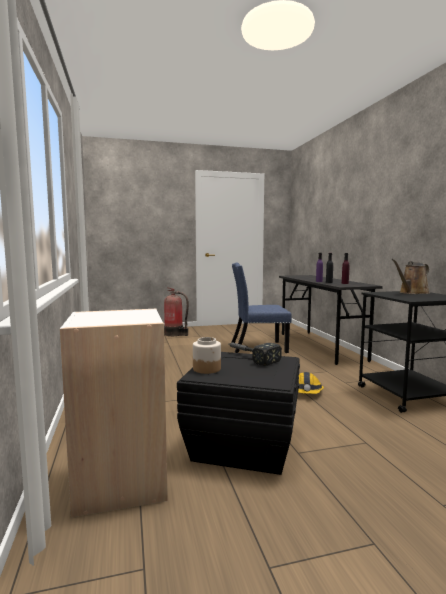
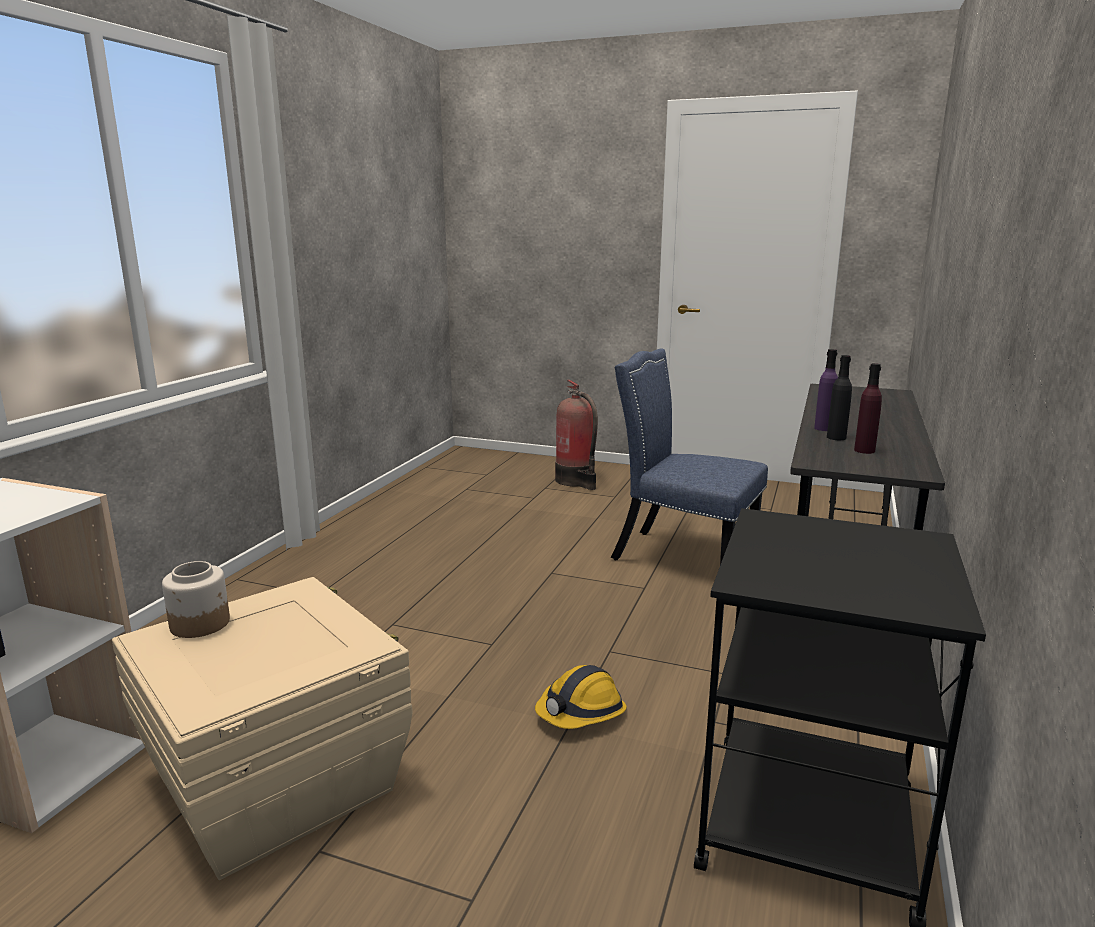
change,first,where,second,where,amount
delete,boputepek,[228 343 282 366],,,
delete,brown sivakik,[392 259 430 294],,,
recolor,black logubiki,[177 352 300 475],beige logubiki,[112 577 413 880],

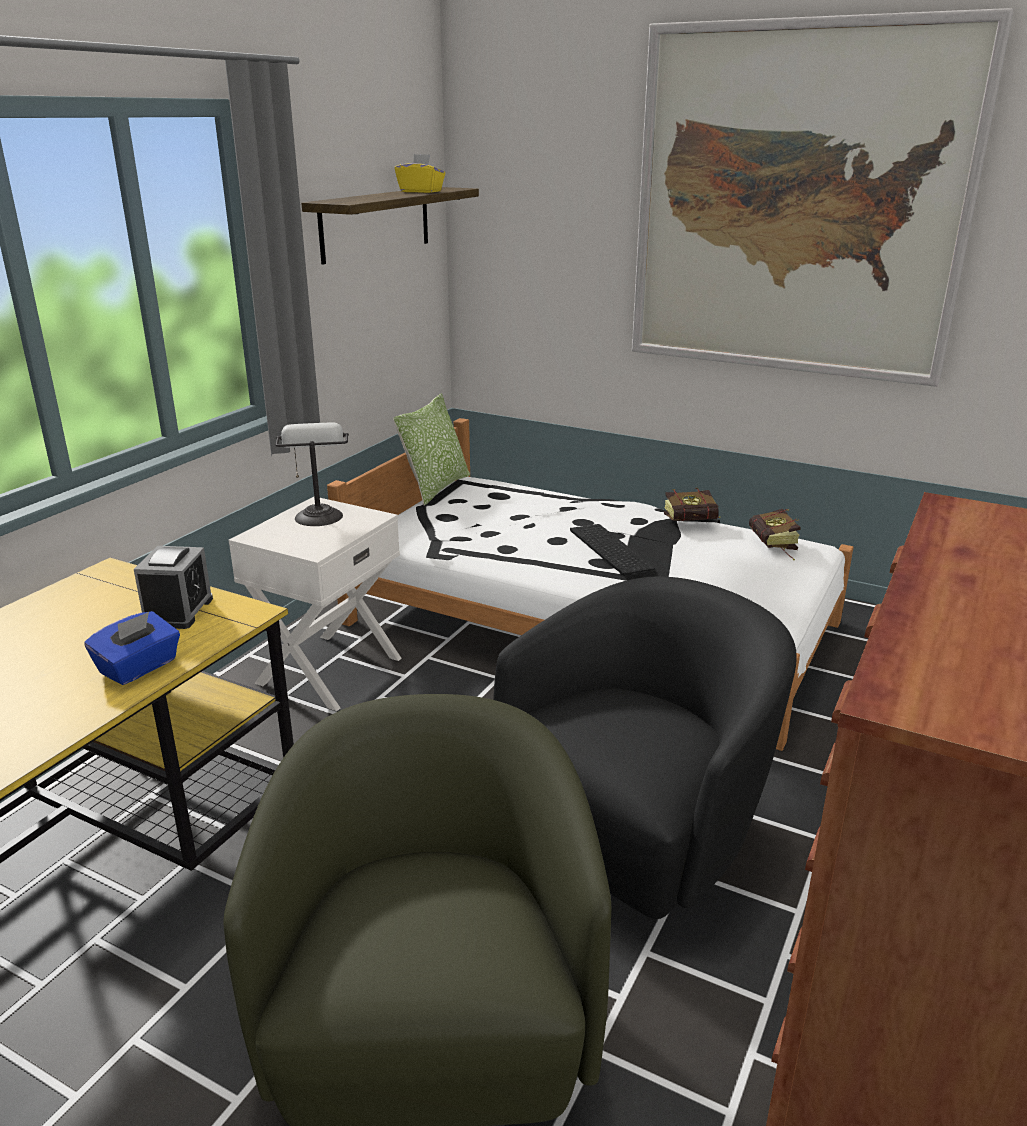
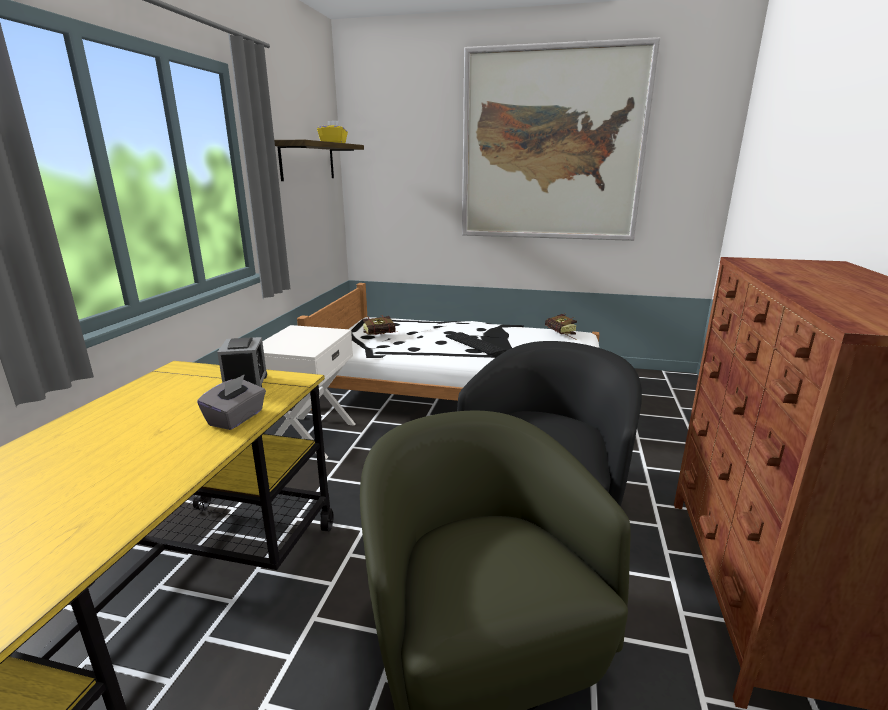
change,first,where,second,where,amount
delete,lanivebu,[275 422 349 526],,,
delete,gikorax,[393 393 470 506],,,
move,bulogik,[664 488 720 521],,[363 315 398 335],
recolor,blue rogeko,[85 611 180 685],grey rogeko,[197 374 266 430],

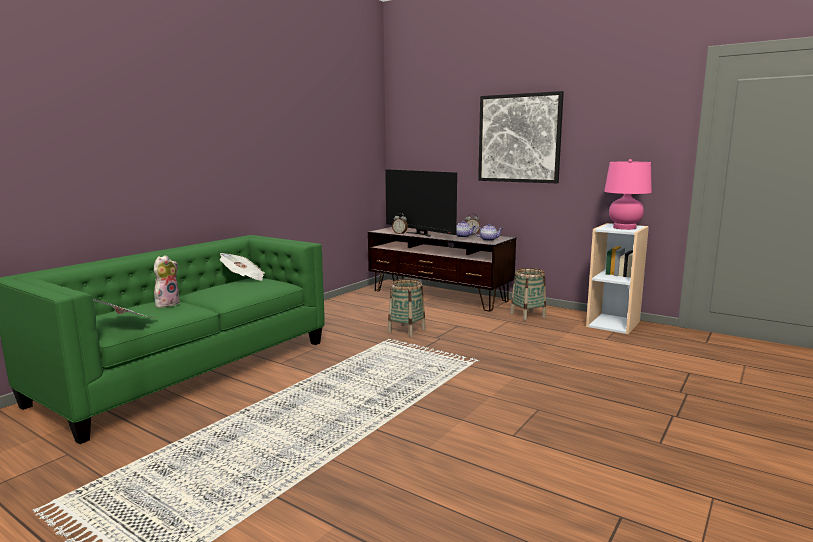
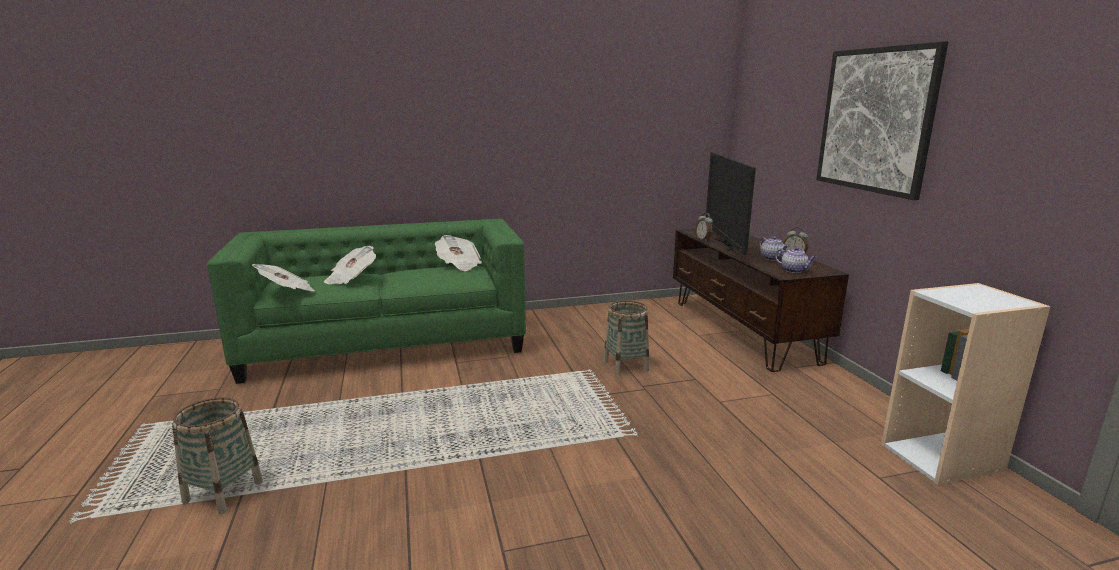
change,first,where,second,where,amount
delete,pink lanivebu,[604 159 652 230],,,
move,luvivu,[510 268 546 321],,[172 397 263 514],
replace,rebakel,[154 255 180 308],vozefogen,[324 246 376 284],

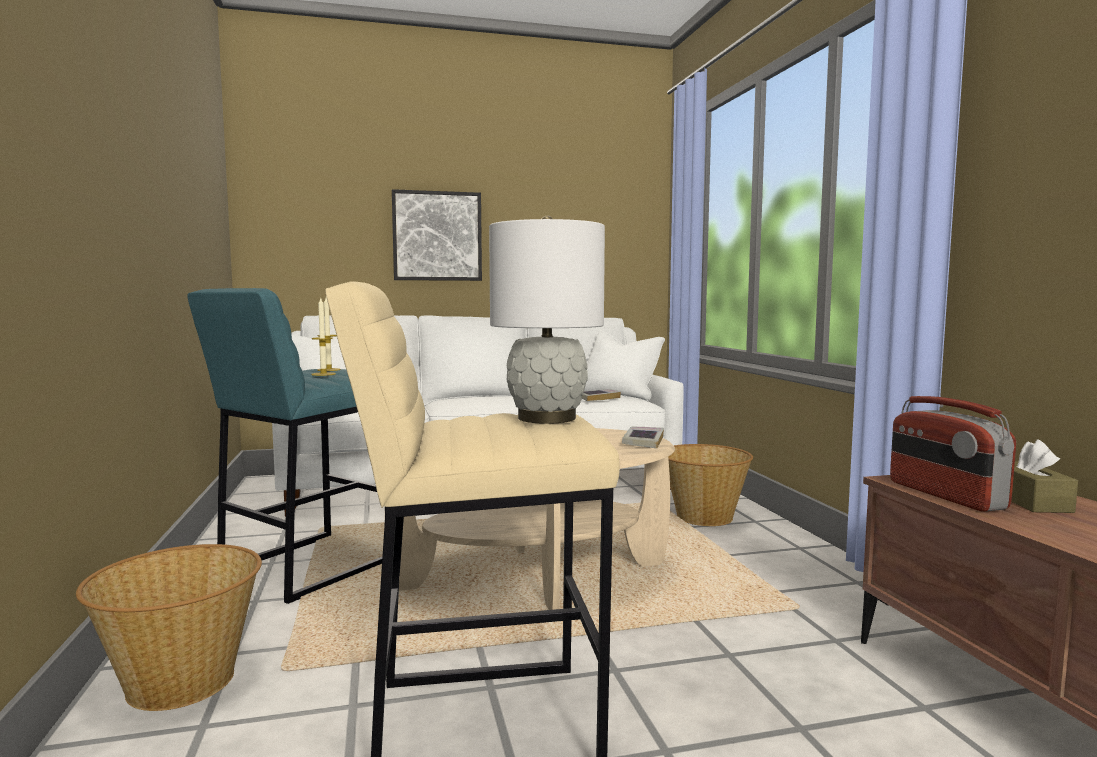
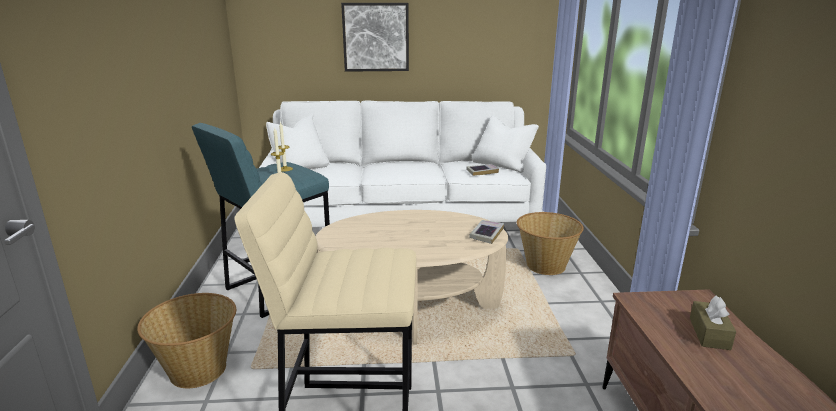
change,first,where,second,where,amount
delete,white lanivebu,[489 216 605 424],,,
delete,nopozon,[890 396 1016 512],,,

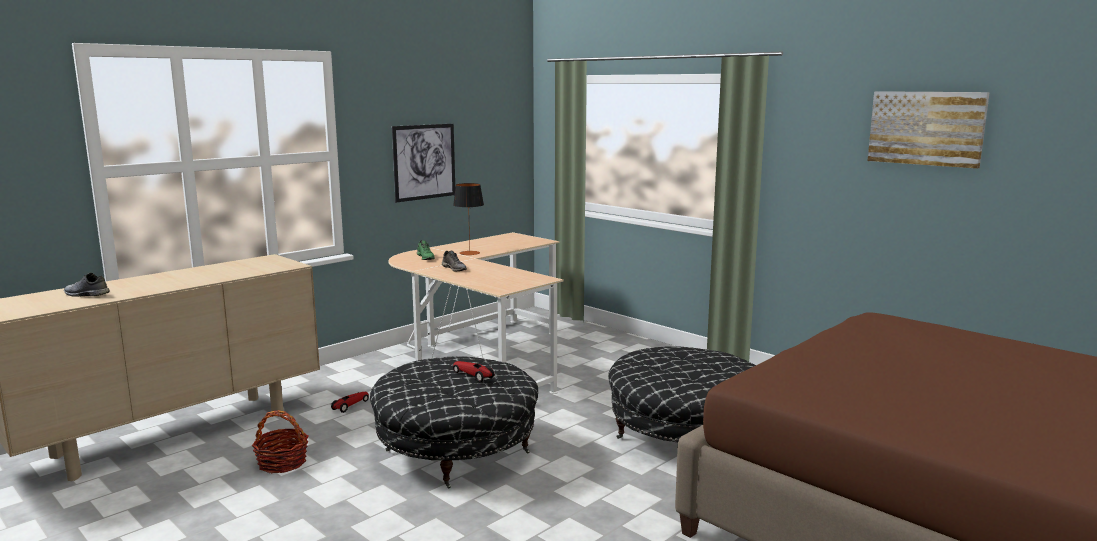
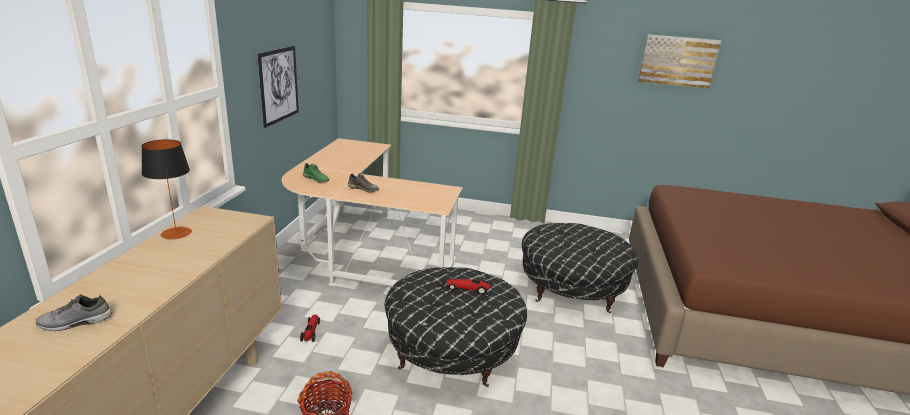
change,first,where,second,where,amount
move,lanivebu,[453 183 484 255],,[141 139 192 239],

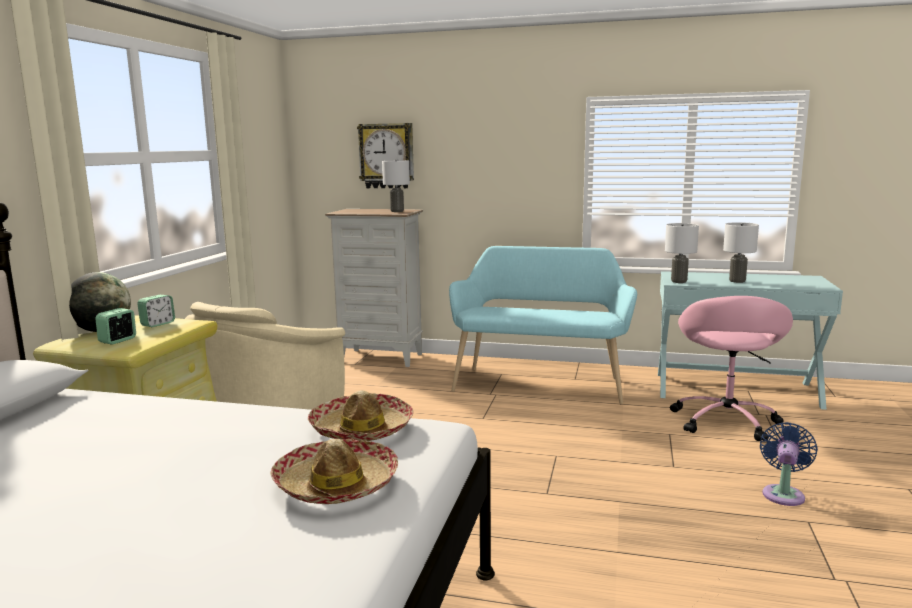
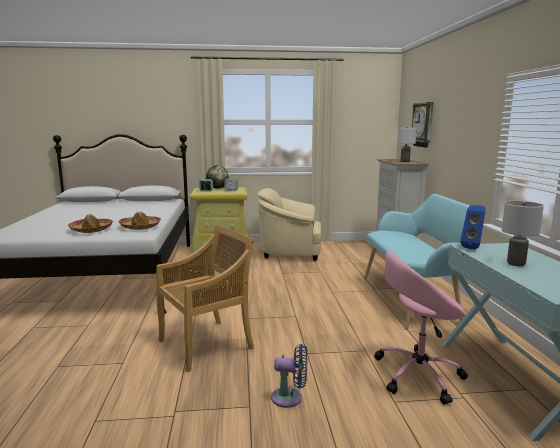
change,first,where,second,where,amount
insert,,,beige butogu,[156 224 255 372],
replace,white lanivebu,[665 223 699 283],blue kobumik,[460 205 486 249],

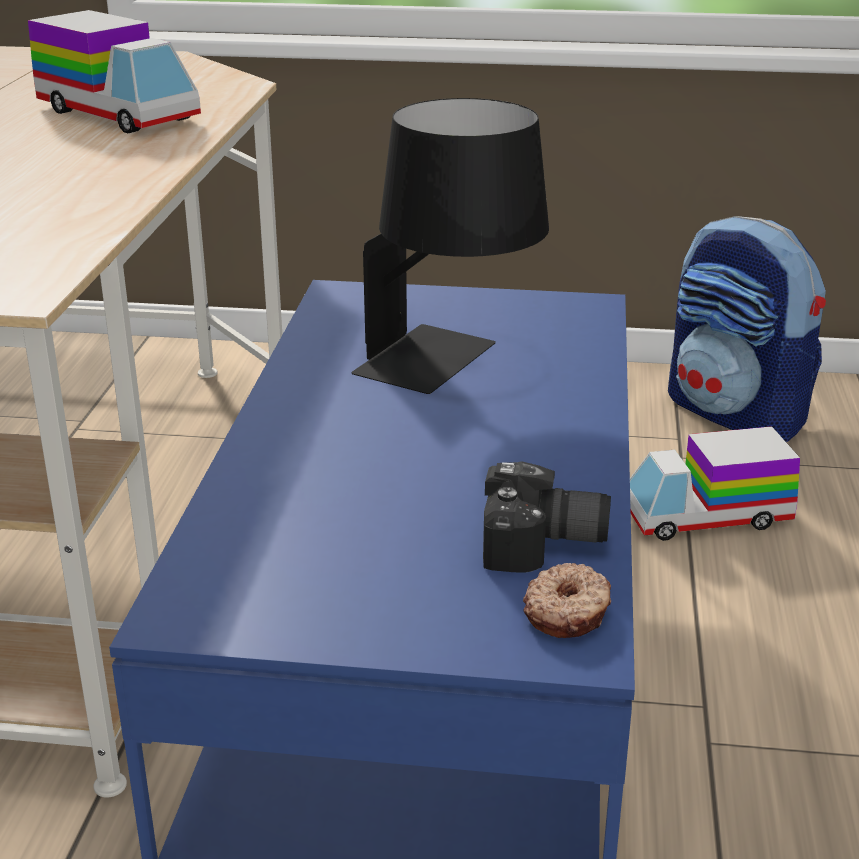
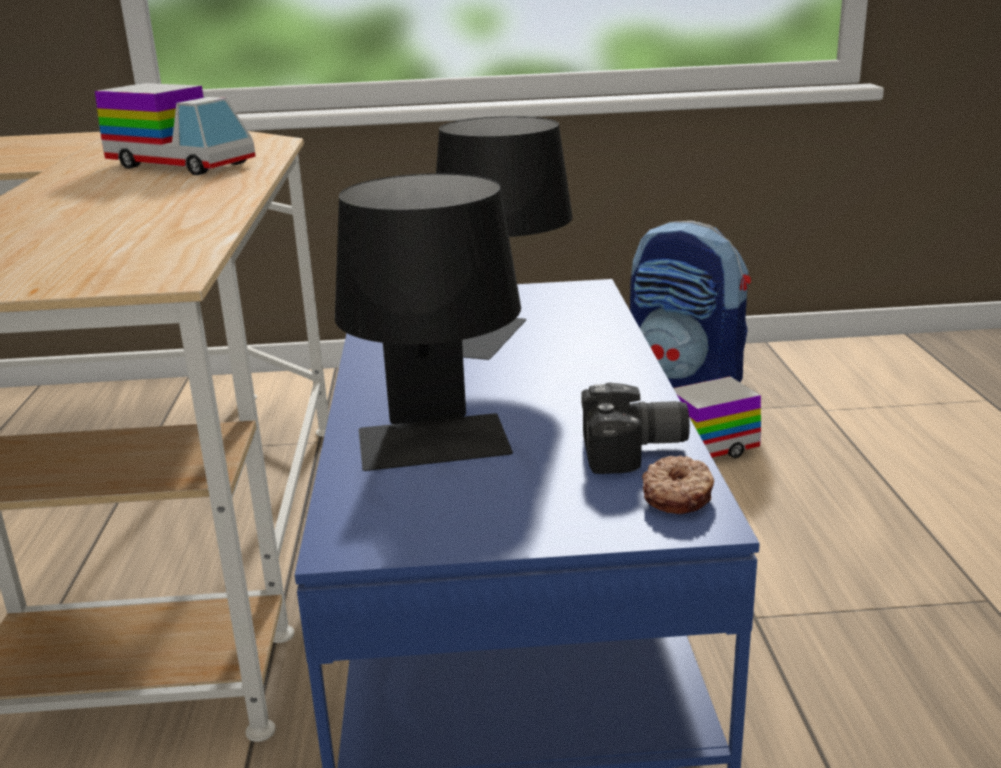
change,first,where,second,where,amount
insert,,,black lanivebu,[335 173 521 471],

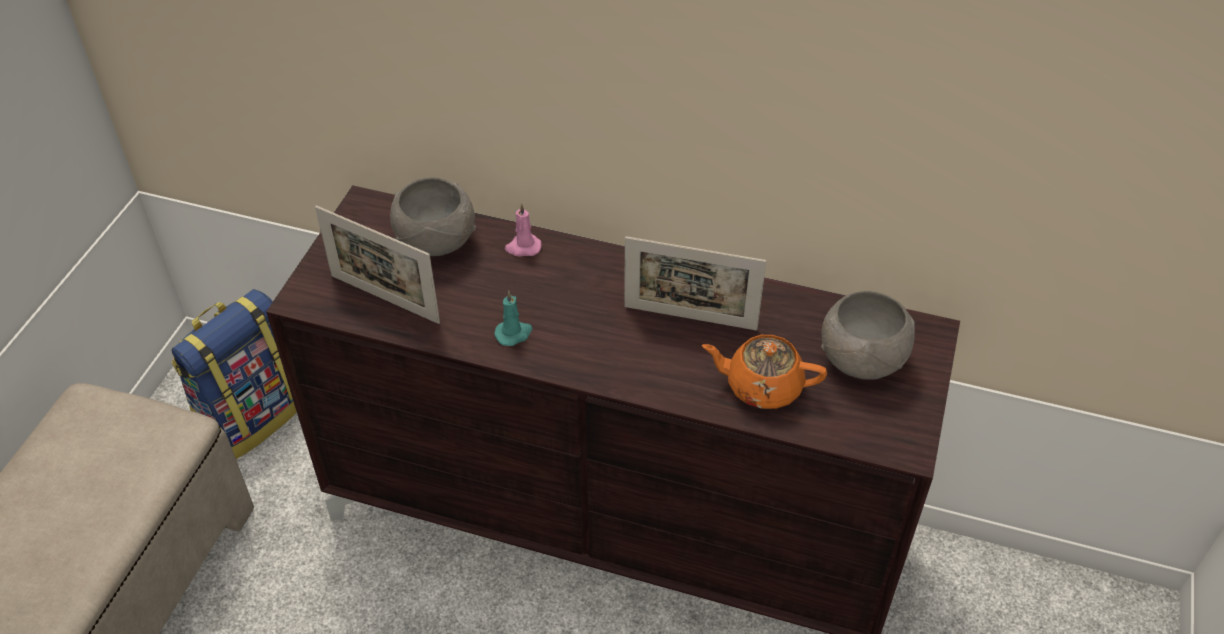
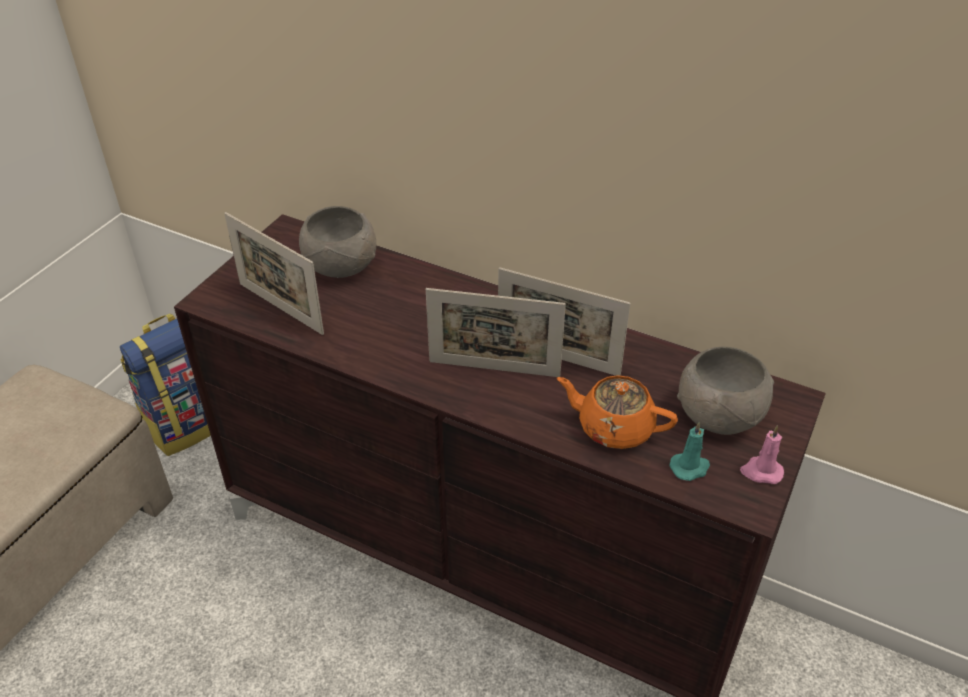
change,first,where,second,where,amount
insert,,,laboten,[426 288 566 377],
move,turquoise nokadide,[494 291 532 346],,[669 422 710 481],
move,pink nokadide,[505 203 541 257],,[740 426 784 484],

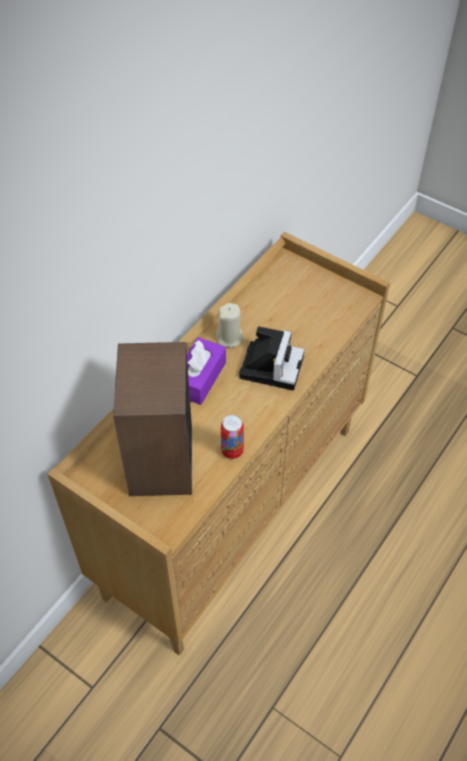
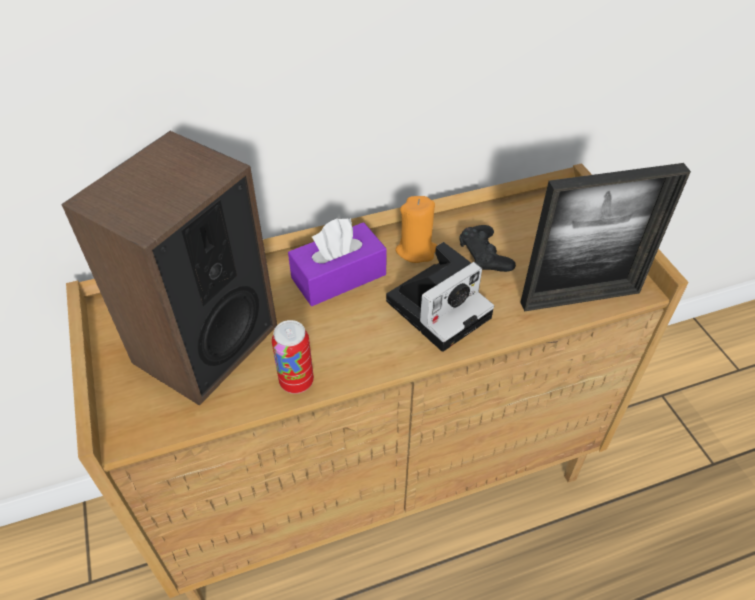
change,first,where,second,where,amount
insert,,,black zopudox,[459 225 516 272],
insert,,,laboten,[520 163 691 311],
recolor,beige nokadide,[216 303 244 347],orange nokadide,[395 196 437 263],

